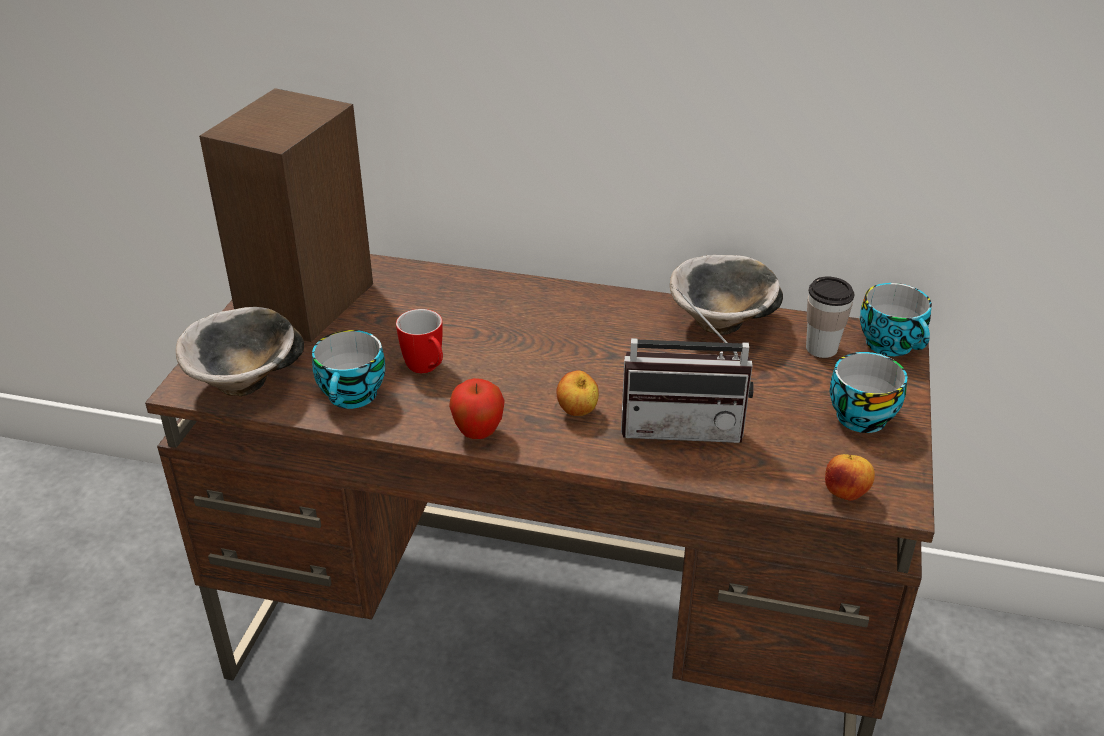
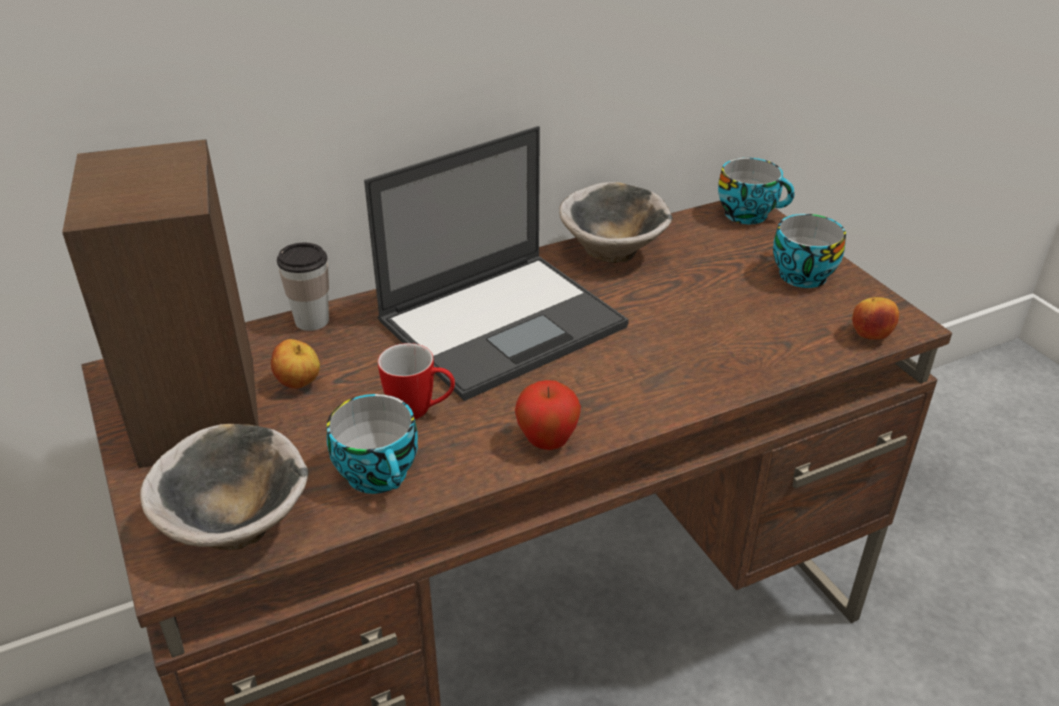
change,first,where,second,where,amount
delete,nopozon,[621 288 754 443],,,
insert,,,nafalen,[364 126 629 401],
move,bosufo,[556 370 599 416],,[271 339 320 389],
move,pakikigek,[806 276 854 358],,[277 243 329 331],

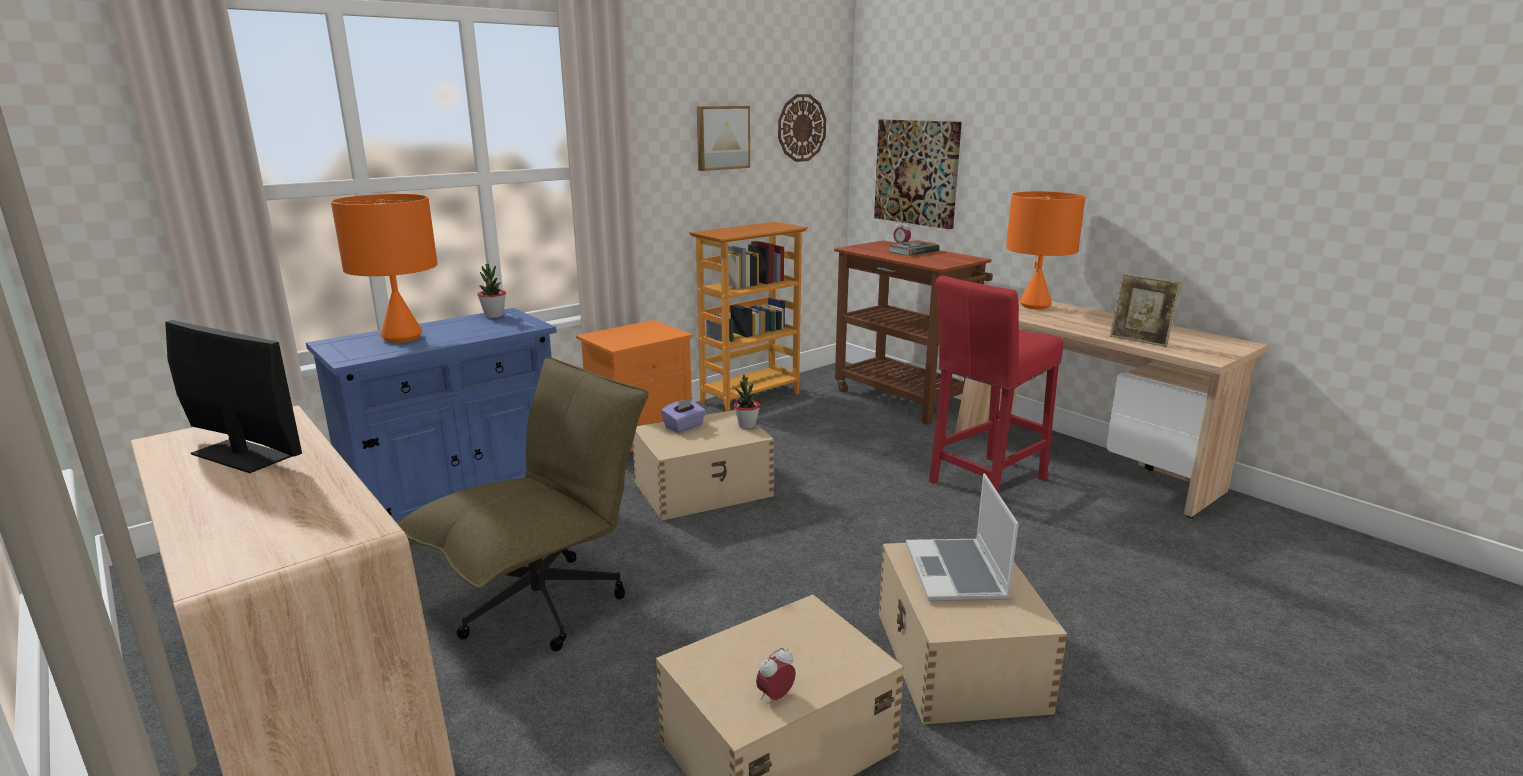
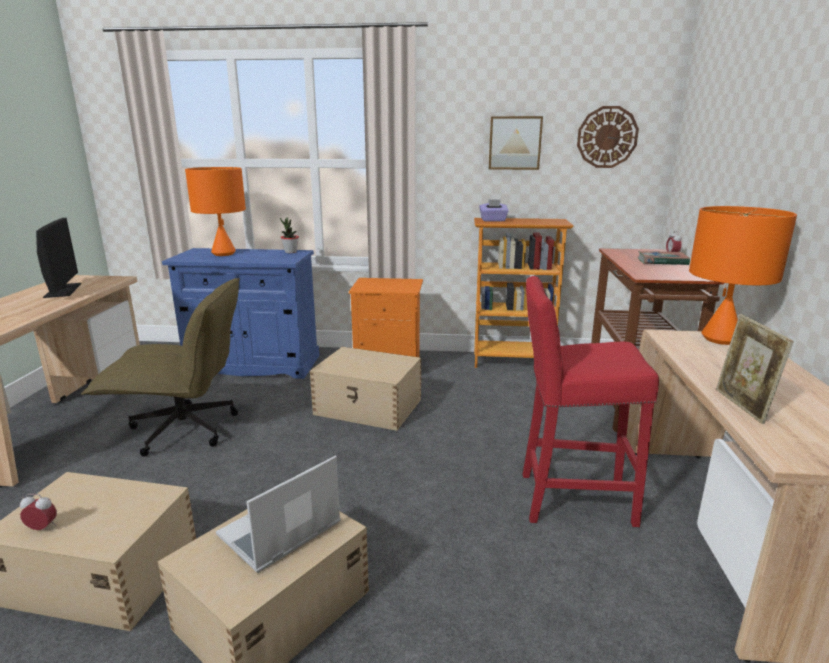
change,first,where,second,where,amount
delete,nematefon,[734 374 760 429],,,
delete,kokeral,[874 119 962 229],,,
move,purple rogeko,[661 397 706 433],,[479 199 509 222],

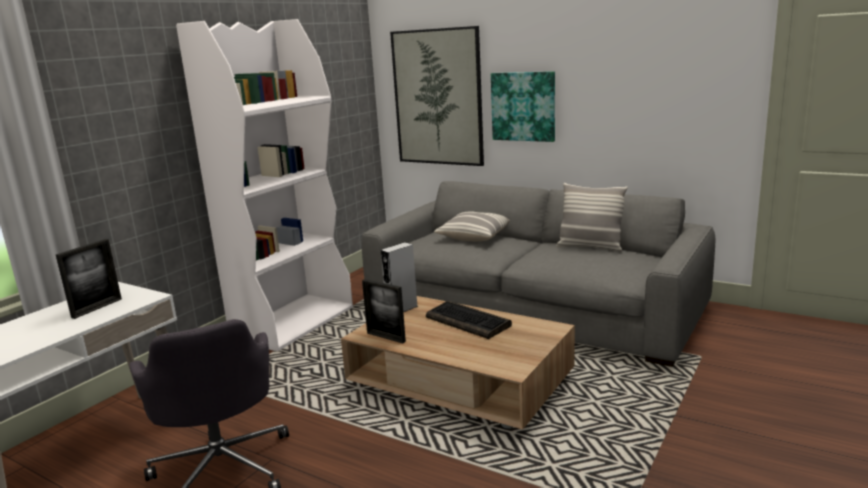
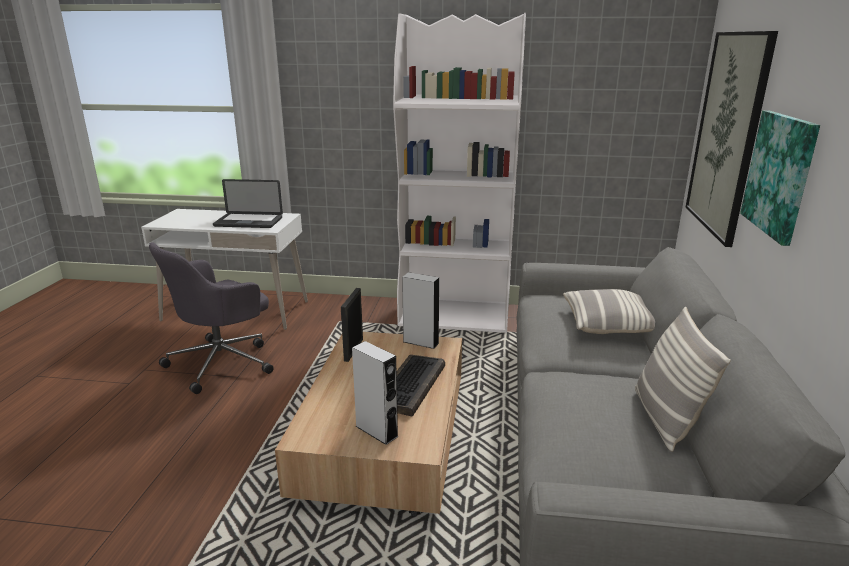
change,first,where,second,where,amount
insert,,,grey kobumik,[352 341 399 445],
replace,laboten,[56 239 122 319],nafalen,[213 179 283 228],

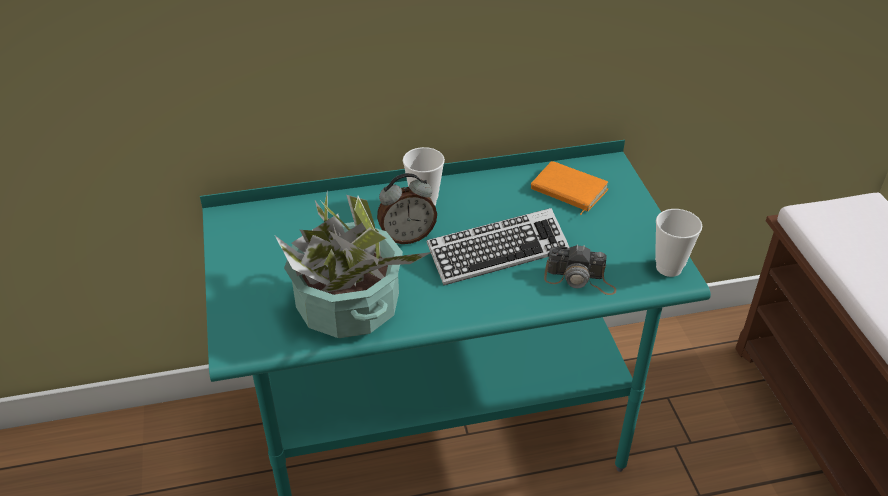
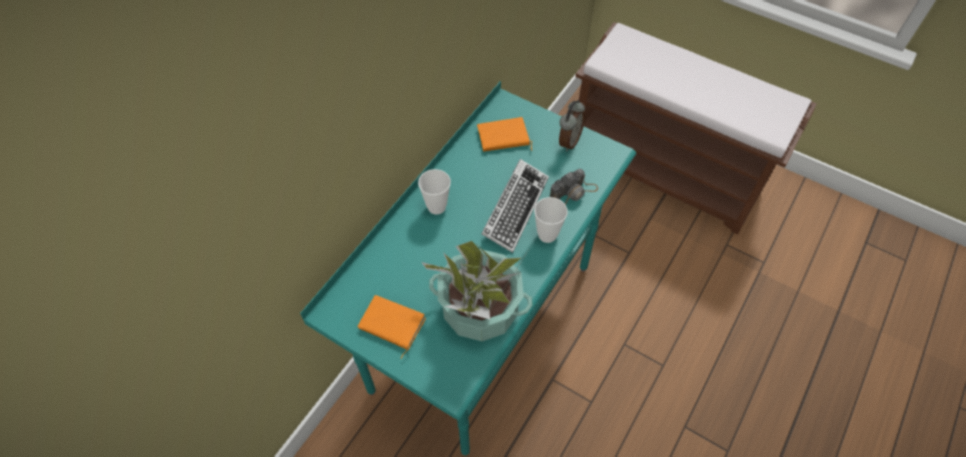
change,first,where,second,where,amount
insert,,,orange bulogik,[358 295 426 359],
move,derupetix,[377 173 437 244],,[559 100 585 151],
move,pakikigek,[655 209 702 277],,[534 197 568 243],

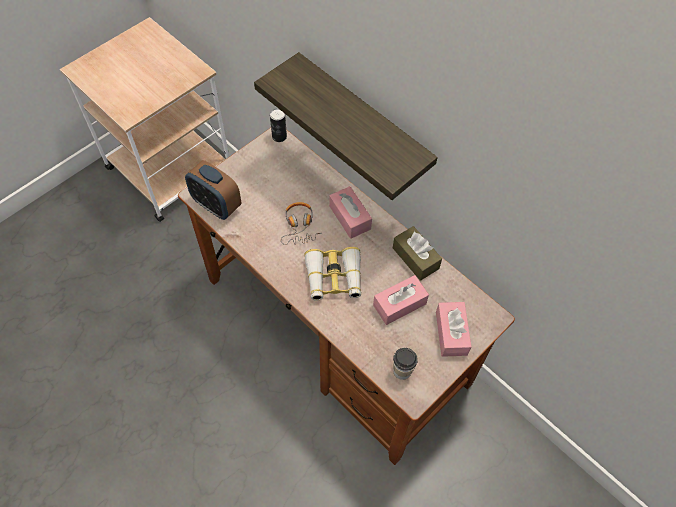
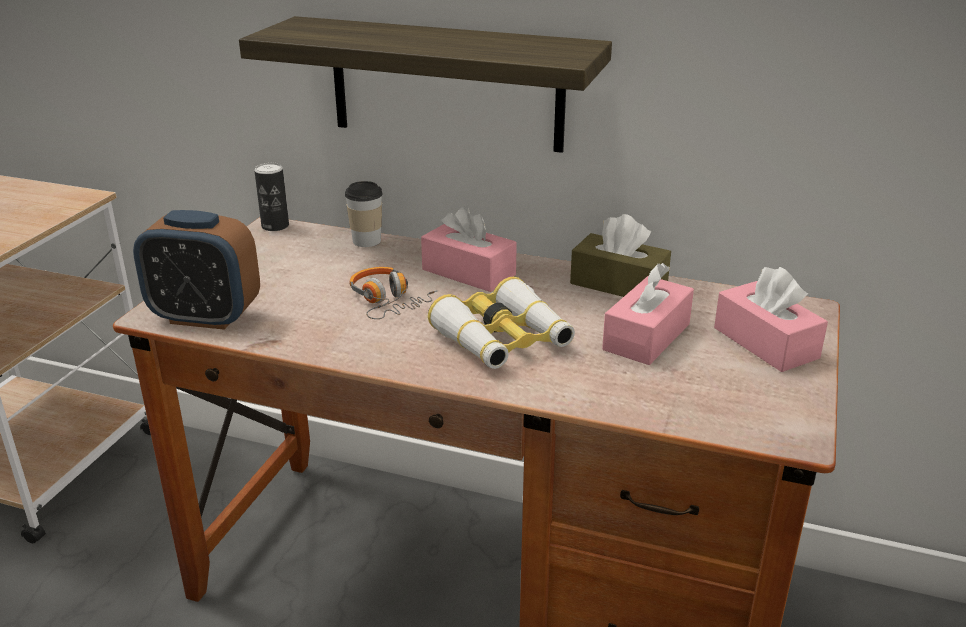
change,first,where,second,where,amount
move,pakikigek,[393 348 418 380],,[345 181 383 247],

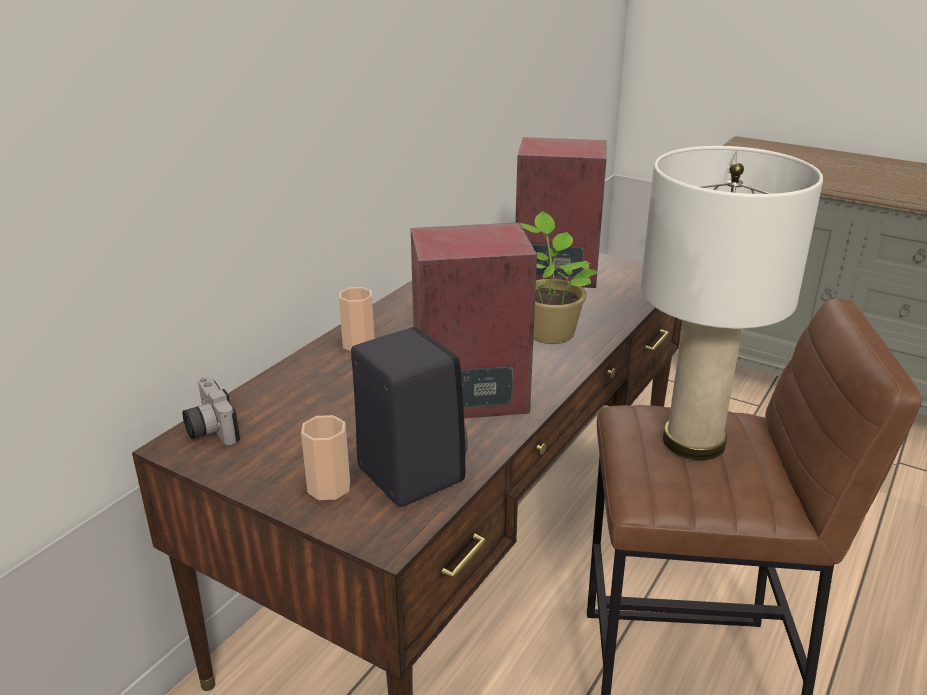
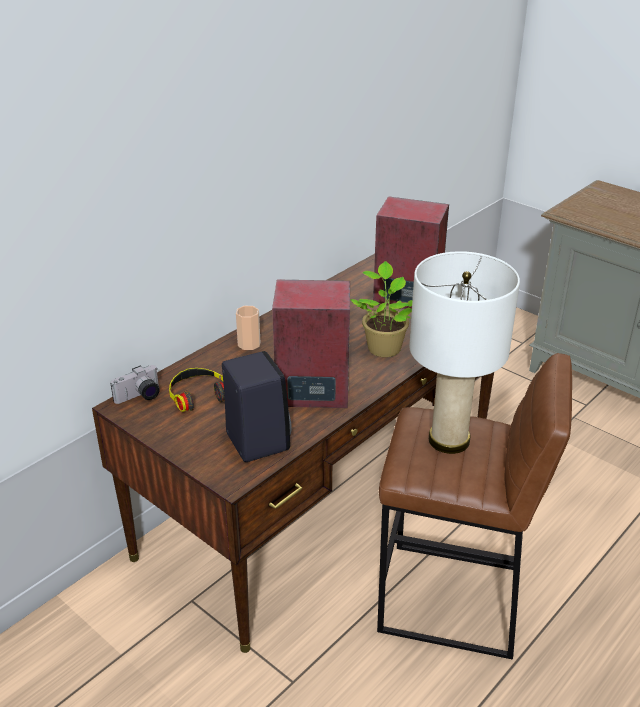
change,first,where,second,where,amount
delete,pakikigek,[301 415 350 500],,,
insert,,,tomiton,[169 368 225 412],
rotate,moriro,[183 377 240 445],,[111 365 160 404],105 degrees counterclockwise

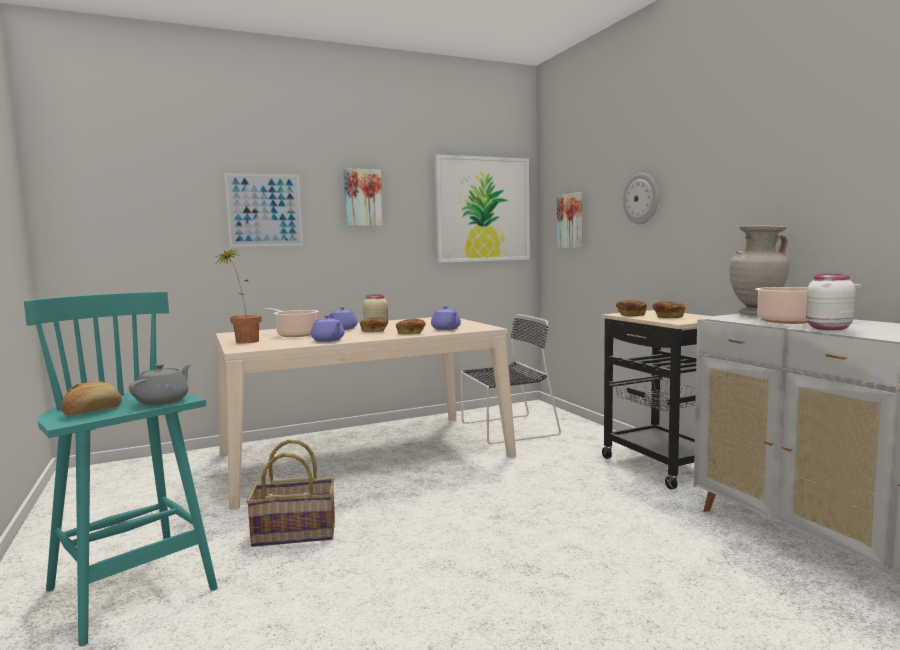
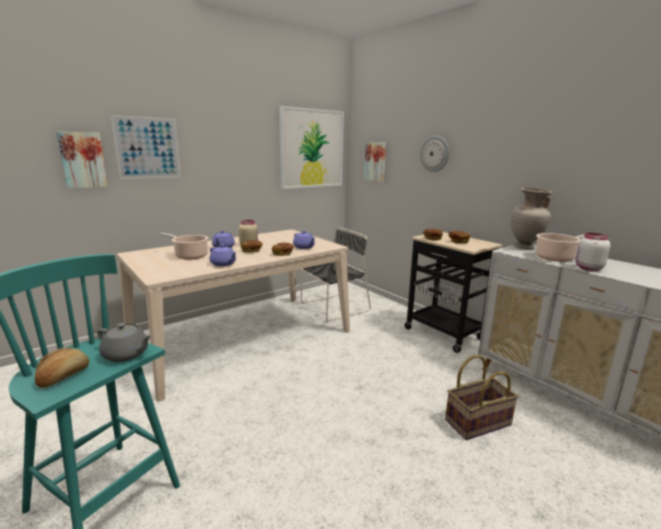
change,first,where,second,where,amount
delete,nematefon,[216 248 262 344],,,
move,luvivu,[246 440 335 547],,[445 355 518 440],
move,kokeral,[343 168 383 226],,[57 132 108 189],
rotate,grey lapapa,[129 364 191 406],,[97 323 152 362],105 degrees clockwise

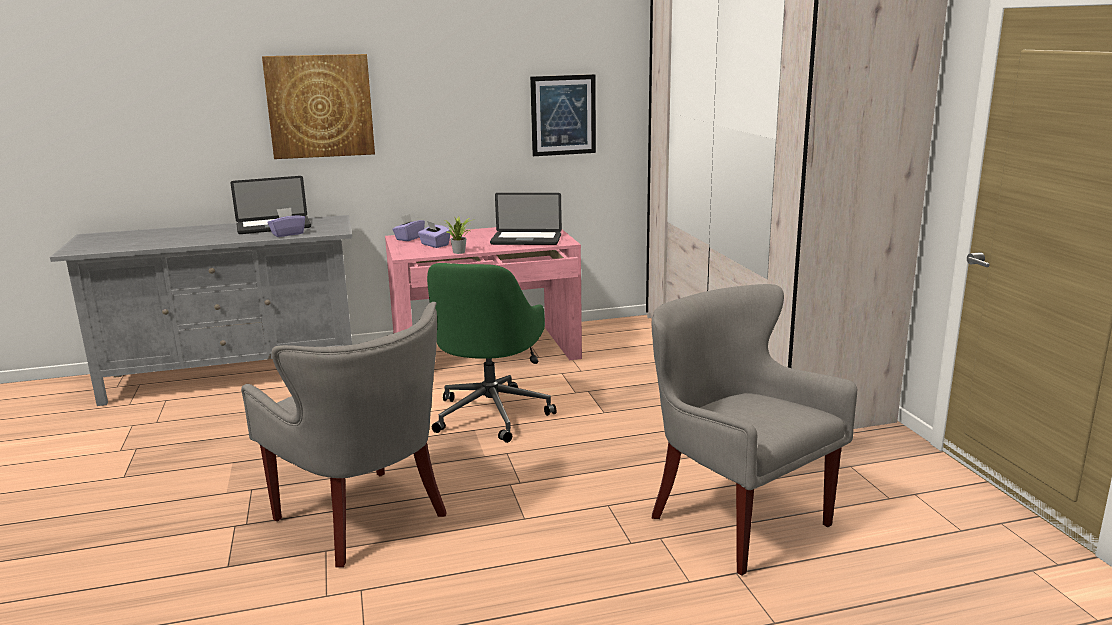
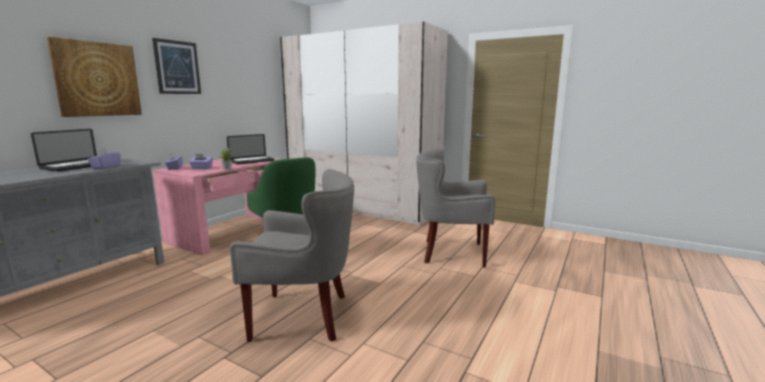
change,first,where,second,where,amount
move,kokeral,[530 74 596 156],,[152 38 201 94],

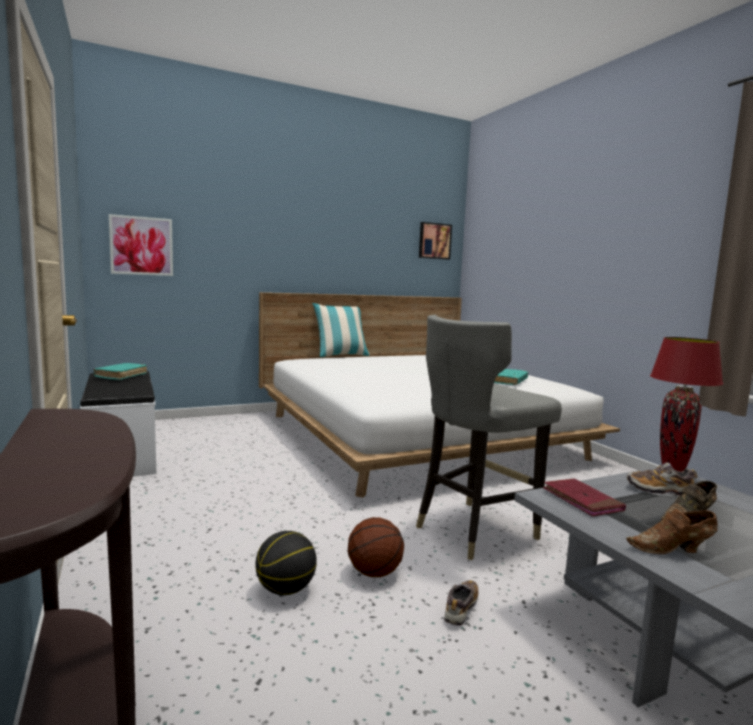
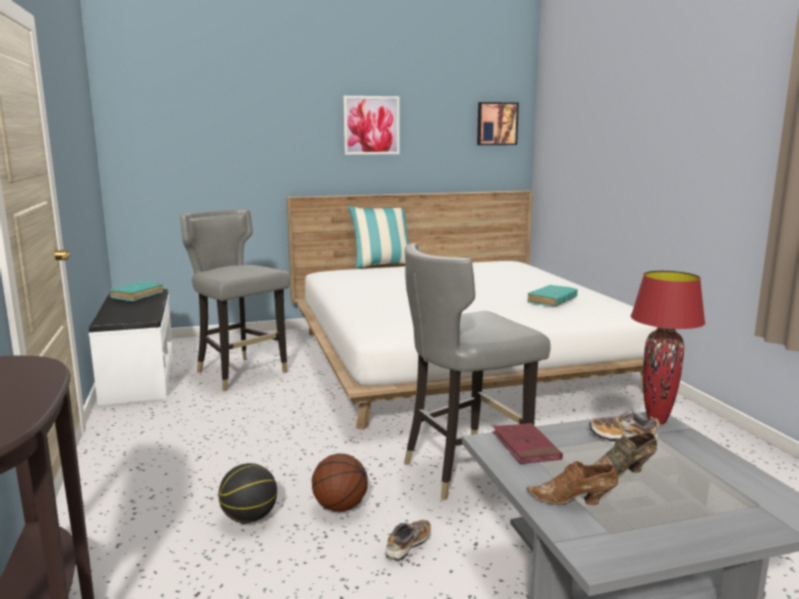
change,first,where,second,where,amount
insert,,,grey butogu,[180 209 290 391],
move,kokeral,[109 214 173 276],,[343 96 400 155],

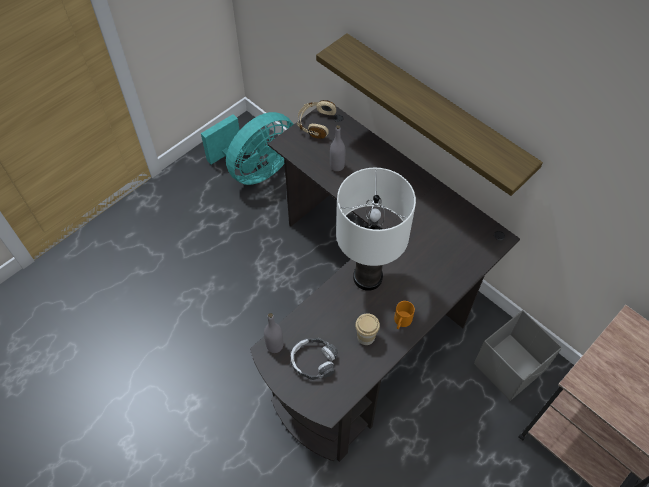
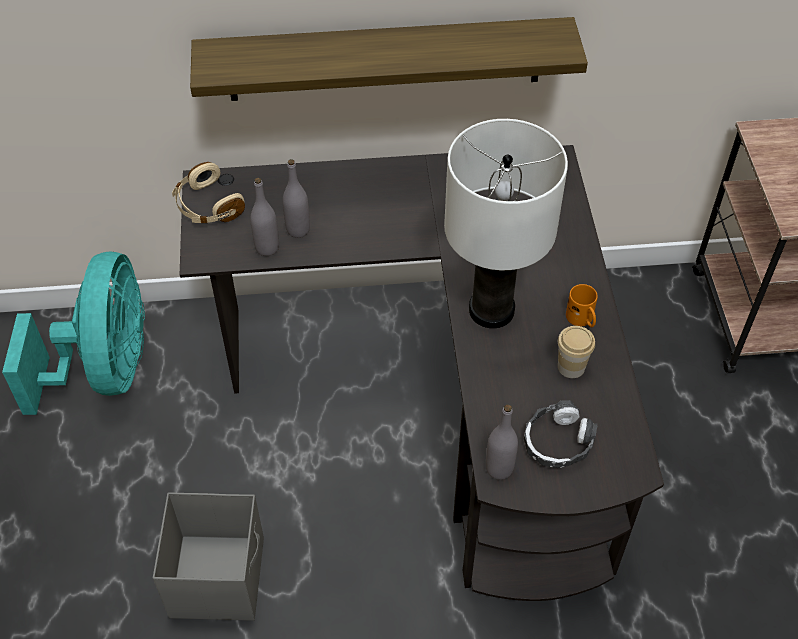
change,first,where,second,where,amount
insert,,,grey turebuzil,[250 178 279 256],
move,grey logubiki,[474 310 562 401],,[153 492 264 621],

